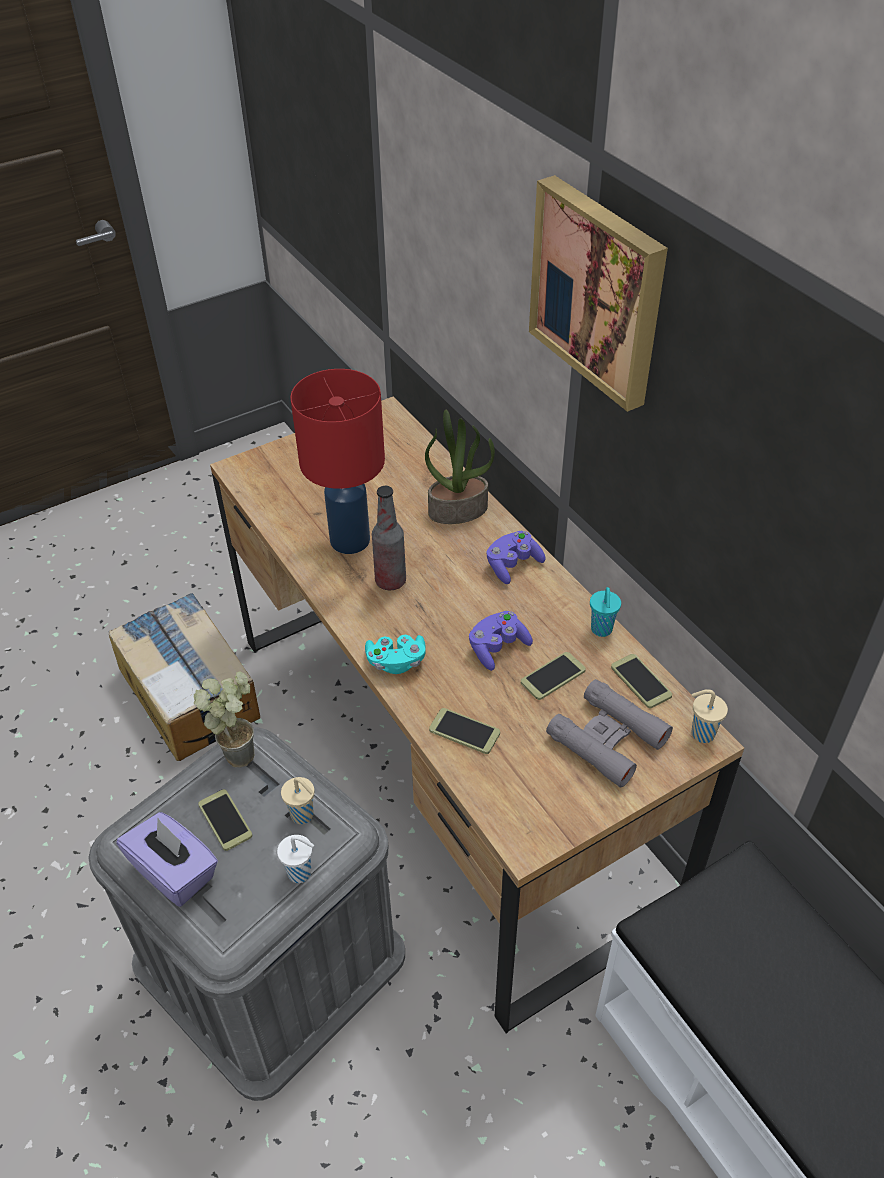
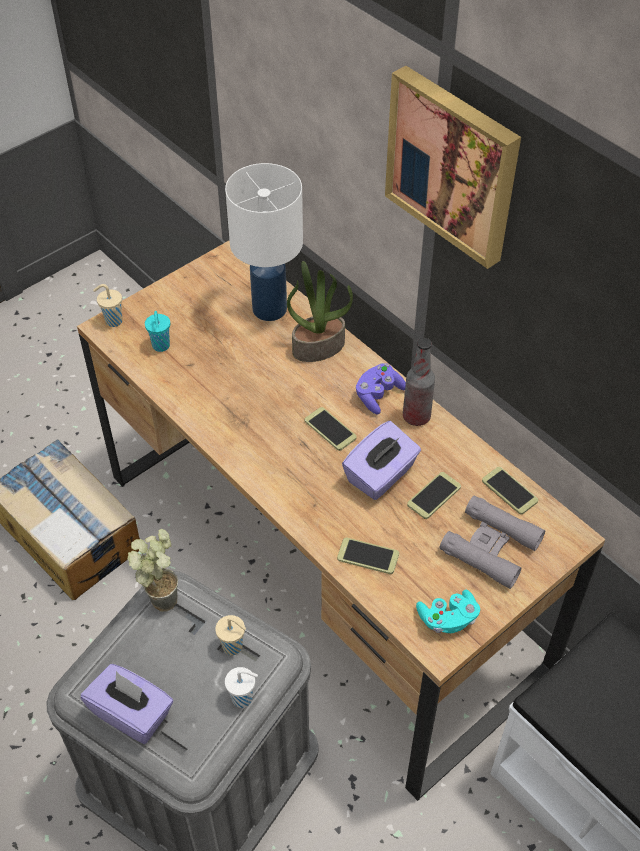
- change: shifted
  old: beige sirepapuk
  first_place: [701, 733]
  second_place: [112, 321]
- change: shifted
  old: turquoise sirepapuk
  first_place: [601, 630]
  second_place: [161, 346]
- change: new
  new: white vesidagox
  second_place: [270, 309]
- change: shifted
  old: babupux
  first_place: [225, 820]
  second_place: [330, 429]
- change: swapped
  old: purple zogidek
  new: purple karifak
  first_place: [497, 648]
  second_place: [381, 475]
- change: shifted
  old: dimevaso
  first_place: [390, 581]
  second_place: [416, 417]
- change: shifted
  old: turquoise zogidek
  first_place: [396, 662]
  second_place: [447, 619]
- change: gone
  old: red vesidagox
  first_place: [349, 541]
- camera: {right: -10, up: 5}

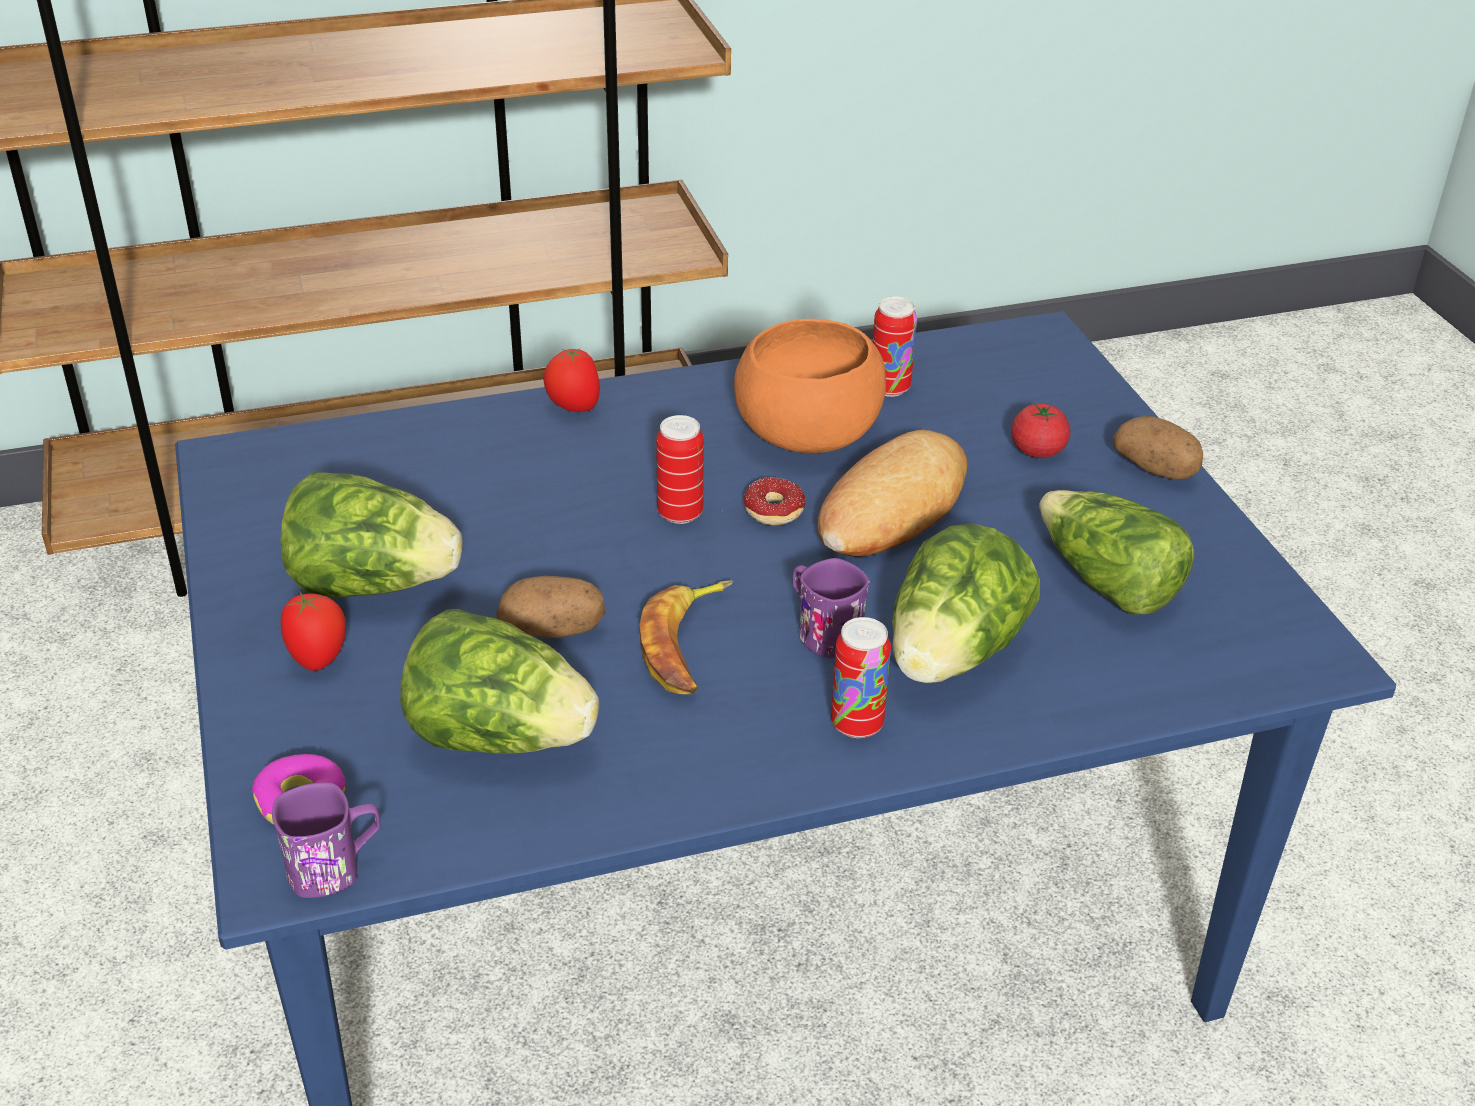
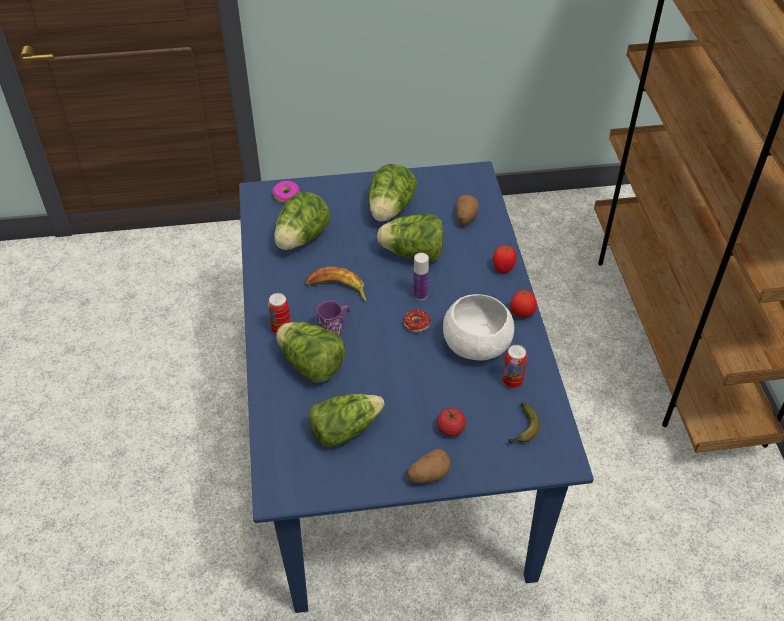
- change: new
  new: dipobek
  second_place: [413, 254]
- change: swapped
  old: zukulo
  new: dimevaso
  first_place: [680, 513]
  second_place: [420, 295]
- change: repainted
  old: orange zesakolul
  new: white zesakolul
  first_place: [806, 430]
  second_place: [477, 344]
- change: shifted
  old: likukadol
  first_place: [553, 630]
  second_place: [465, 217]
- change: new
  new: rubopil
  second_place: [523, 429]
- change: shifted
  old: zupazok
  first_place: [319, 659]
  second_place: [522, 314]
- change: gone
  old: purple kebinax
  first_place: [336, 868]
- change: gone
  old: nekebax
  first_place: [892, 507]
- camera: {right: 100, up: 10}

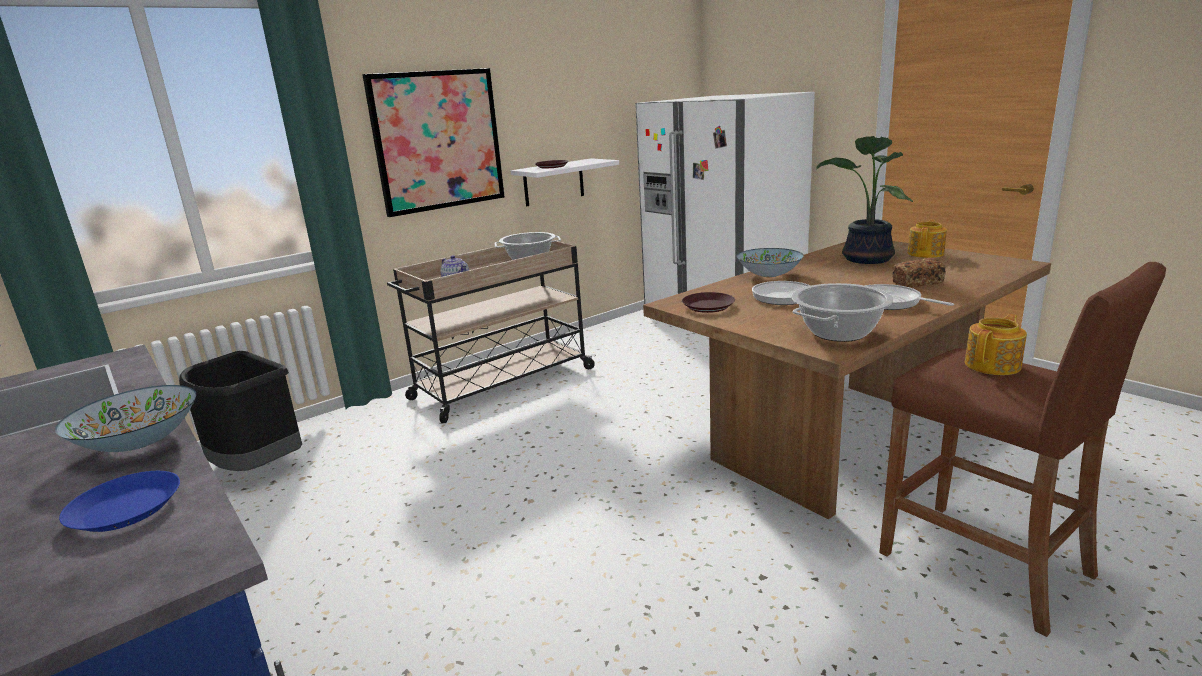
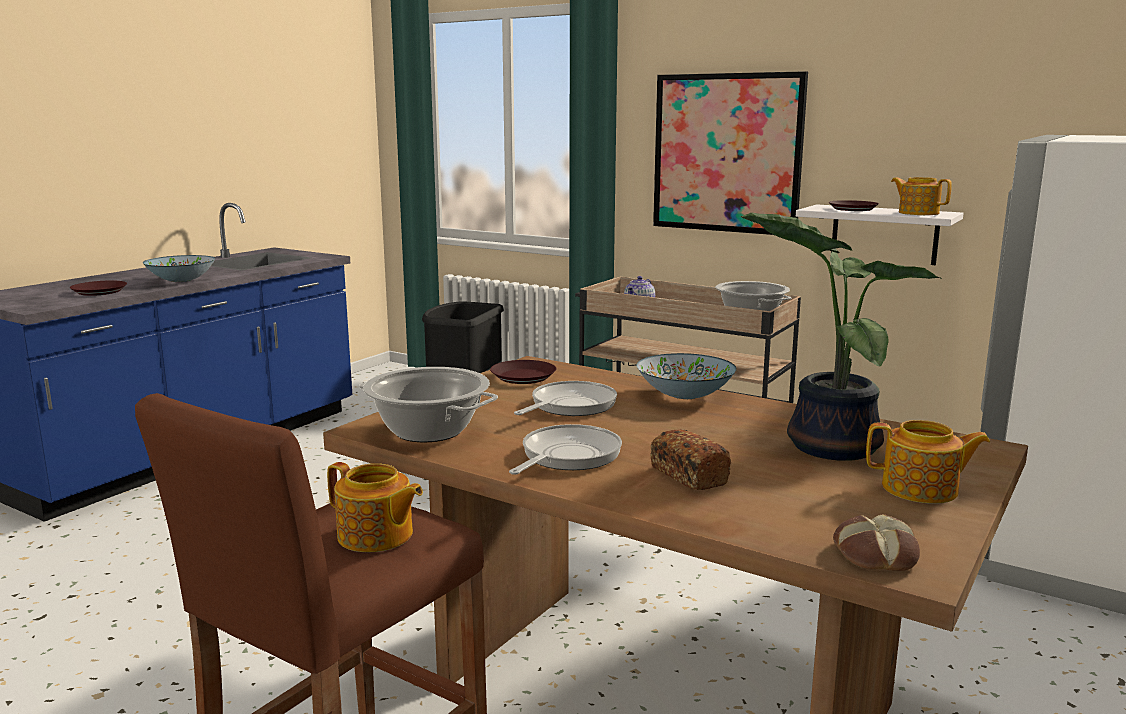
- change: repainted
  old: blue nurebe
  new: brown nurebe
  first_place: [126, 509]
  second_place: [100, 292]
- change: new
  new: nekebax
  second_place: [874, 554]
- change: new
  new: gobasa
  second_place: [918, 213]
- camera: {right: 70, up: -5}

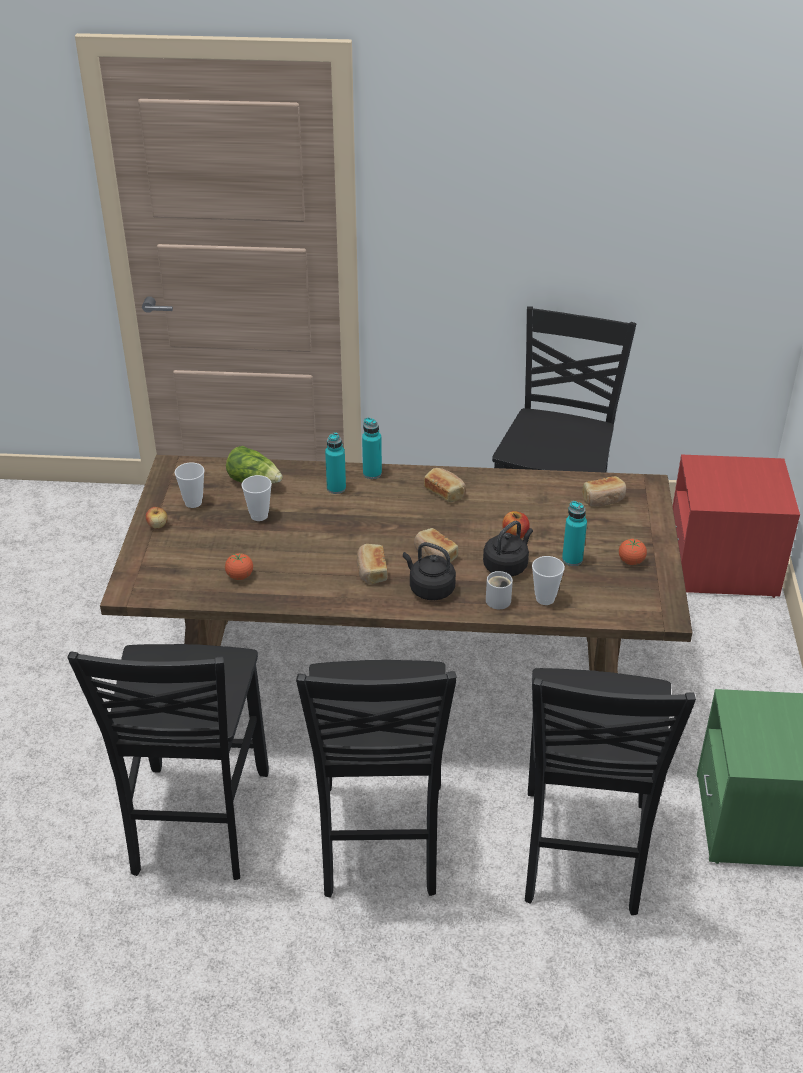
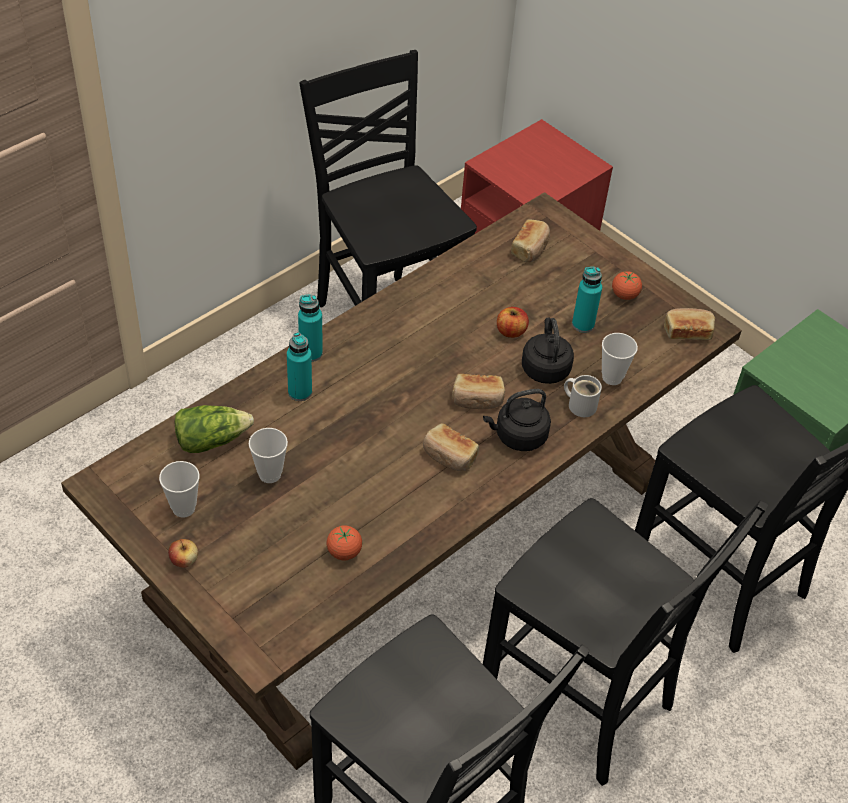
- change: shifted
  old: nekebax
  first_place: [445, 492]
  second_place: [687, 331]
- camera: {right: -50, up: 10}

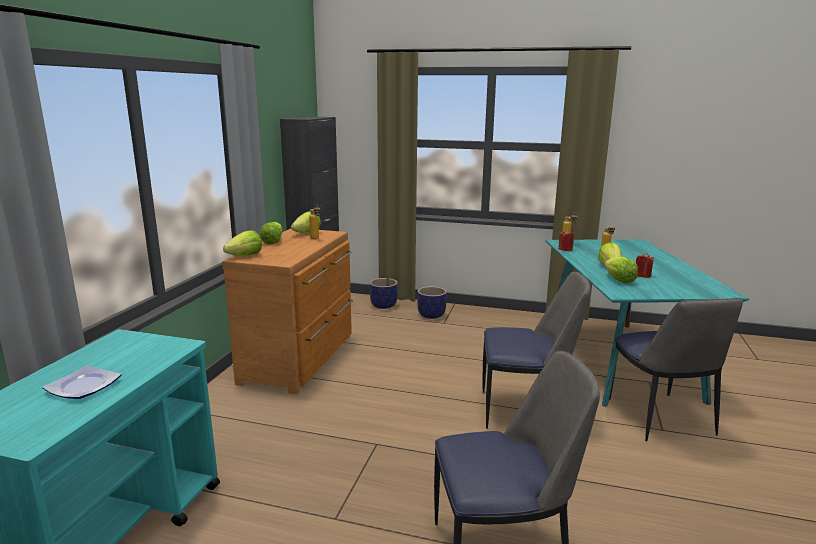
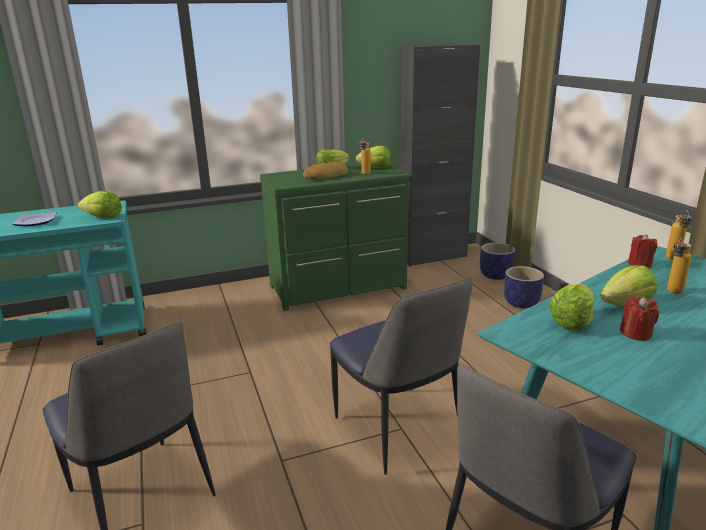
- change: shifted
  old: dipobek
  first_place: [245, 256]
  second_place: [103, 217]
- change: repainted
  old: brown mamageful
  new: green mamageful
  first_place: [301, 358]
  second_place: [339, 288]
- change: new
  new: nekebax
  second_place: [325, 176]
- camera: {right: 55, up: 5}

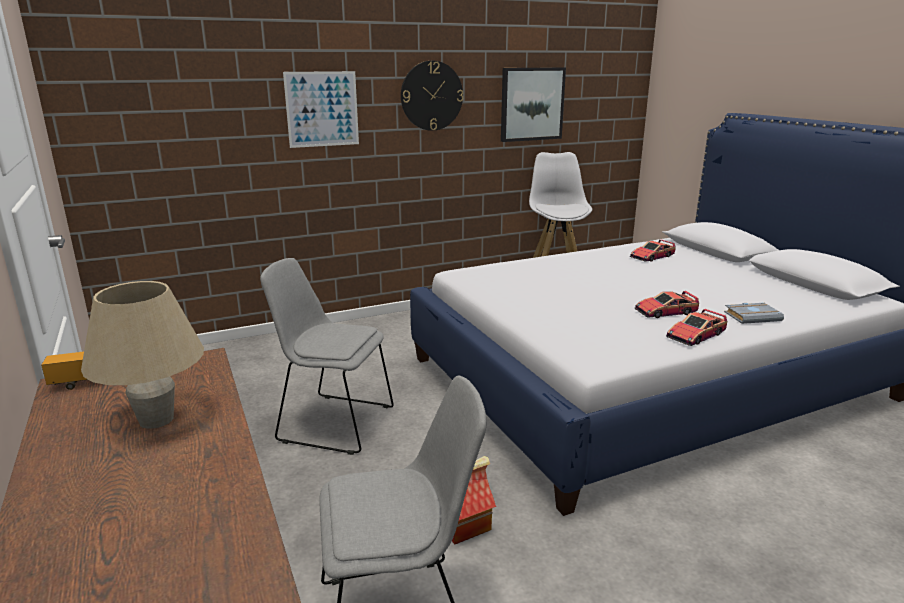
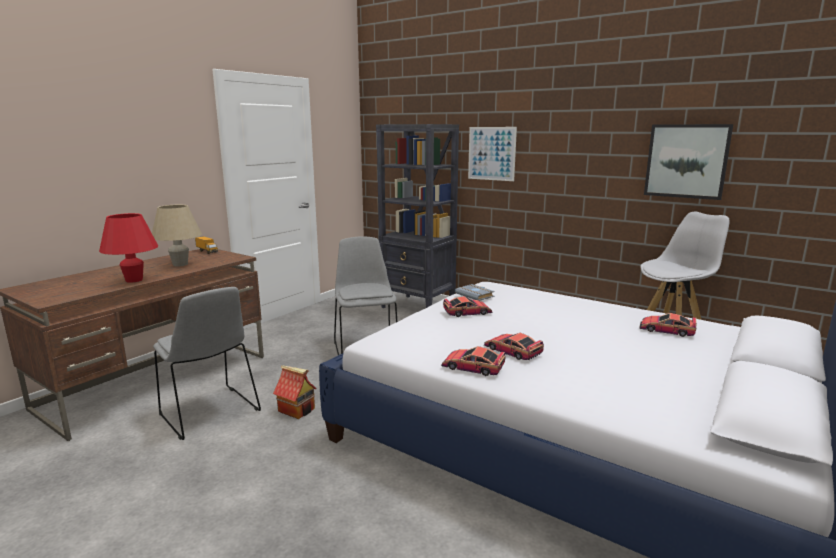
- change: new
  new: red vesidagox
  second_place: [134, 280]
- change: new
  new: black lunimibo
  second_place: [418, 307]
- change: new
  new: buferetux
  second_place: [467, 312]
- change: shifted
  old: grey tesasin
  first_place: [752, 316]
  second_place: [476, 295]
- change: gone
  old: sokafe
  first_place: [431, 96]
- camera: {right: 60, up: -5}

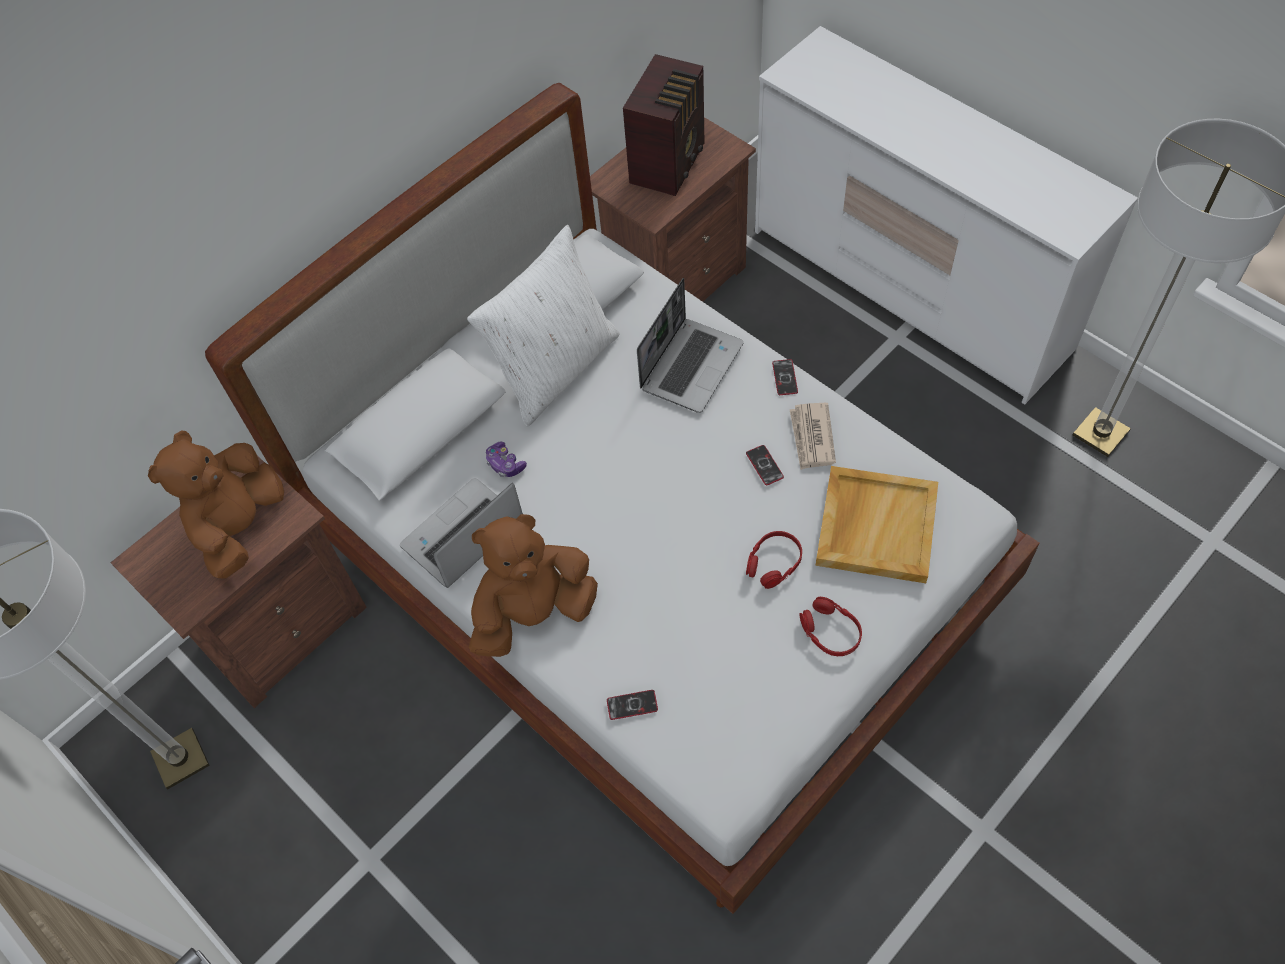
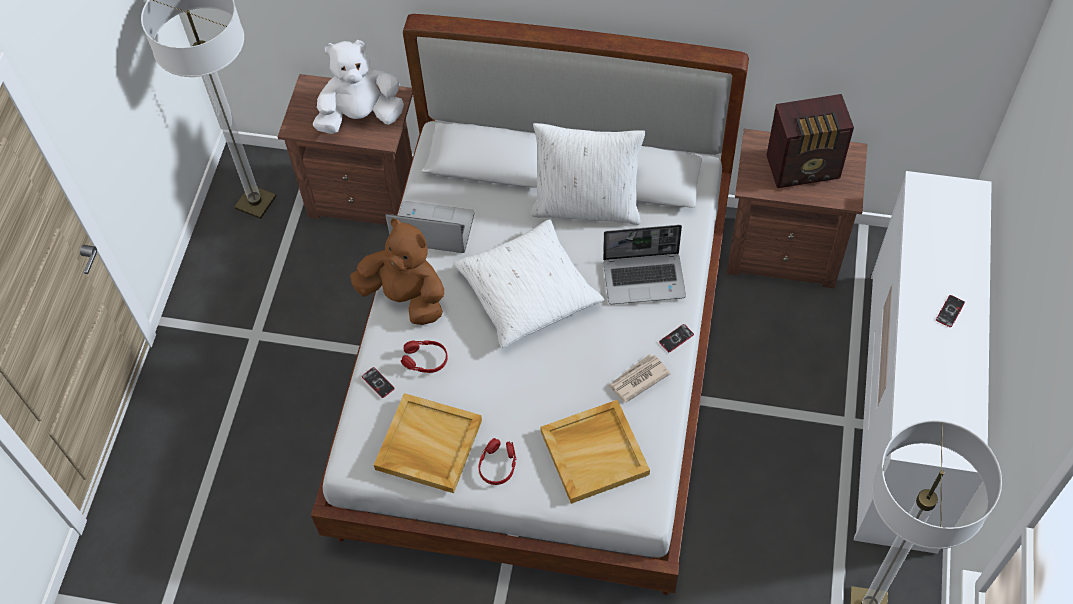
- change: repainted
  old: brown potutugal
  new: white potutugal
  first_place: [240, 526]
  second_place: [360, 117]
- change: new
  new: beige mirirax
  second_place: [427, 445]
- change: shifted
  old: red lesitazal
  first_place: [773, 563]
  second_place: [425, 360]
- change: new
  new: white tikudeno
  second_place: [528, 291]
- change: shifted
  old: babupux
  first_place: [764, 465]
  second_place: [950, 311]
- change: gone
  old: zogidek
  first_place: [505, 464]
- camera: {right: 55, up: 0}

